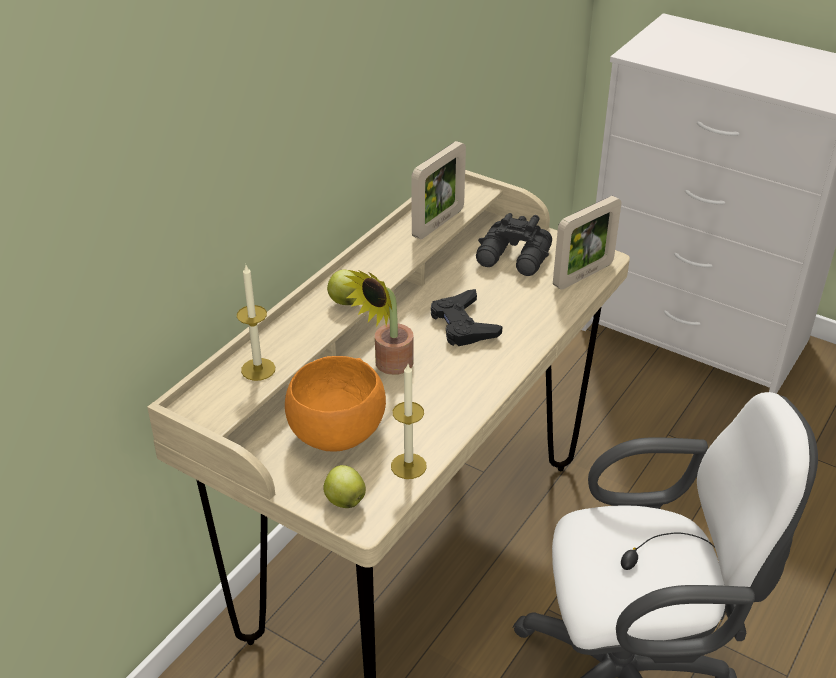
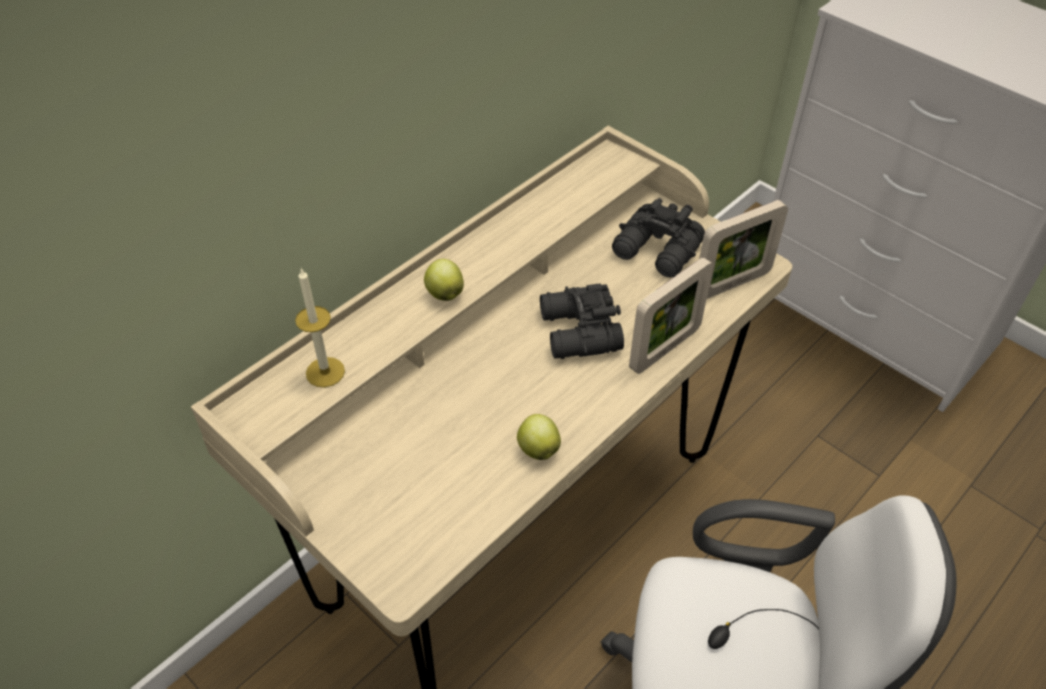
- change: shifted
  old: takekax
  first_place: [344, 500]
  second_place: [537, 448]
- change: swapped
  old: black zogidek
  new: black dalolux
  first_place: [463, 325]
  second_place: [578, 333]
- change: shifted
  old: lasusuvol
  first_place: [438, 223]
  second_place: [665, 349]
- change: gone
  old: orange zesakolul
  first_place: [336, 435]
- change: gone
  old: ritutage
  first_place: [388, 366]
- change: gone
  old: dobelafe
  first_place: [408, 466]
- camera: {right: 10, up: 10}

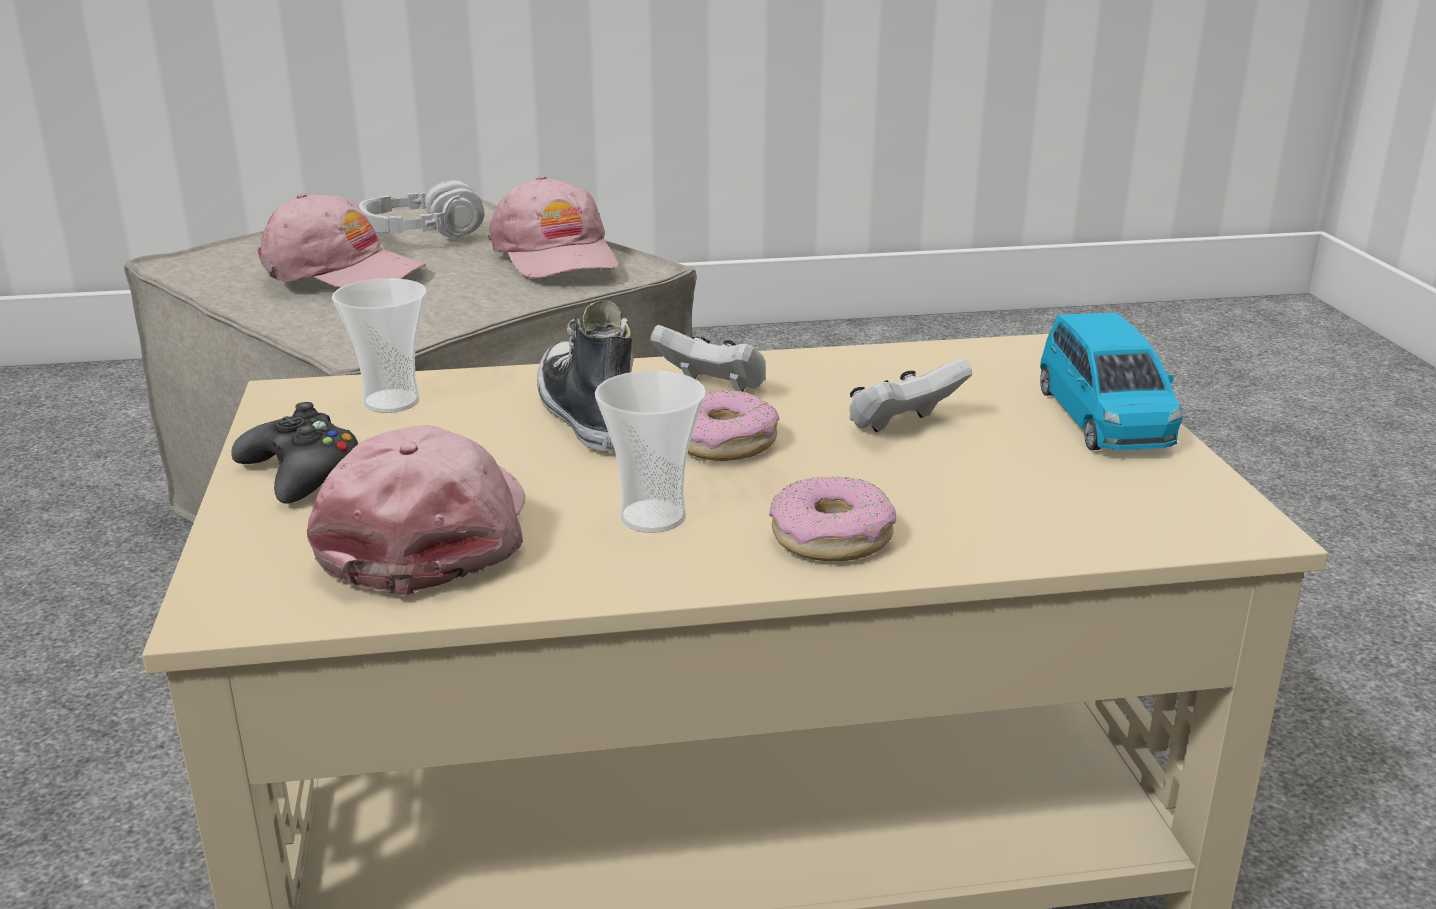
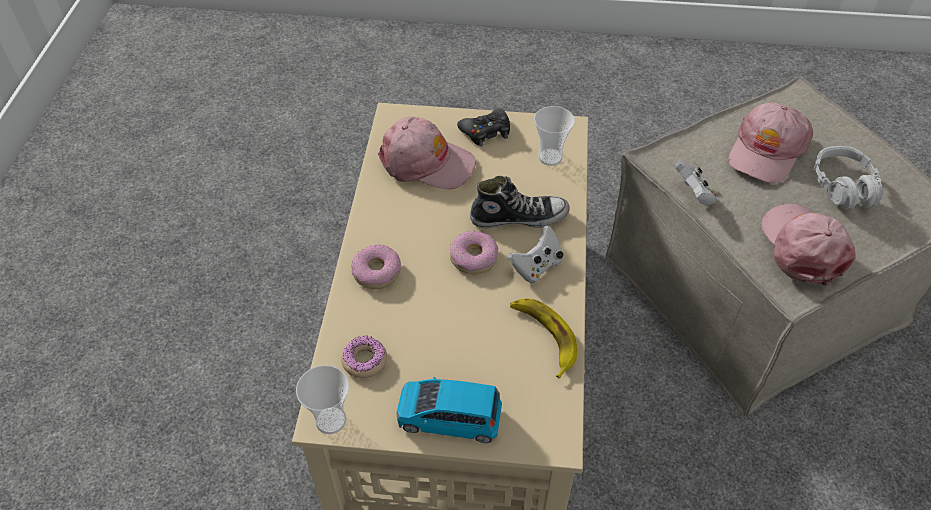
- change: shifted
  old: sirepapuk
  first_place: [653, 517]
  second_place: [330, 420]
- change: new
  new: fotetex
  second_place: [364, 361]
- change: new
  new: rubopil
  second_place: [544, 336]
- change: shifted
  old: white zogidek
  first_place: [903, 426]
  second_place: [693, 194]
- change: rotated
  old: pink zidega
  first_place: [556, 255]
  second_place: [803, 247]
  degrees: 90
- camera: {right: 105, up: 25}

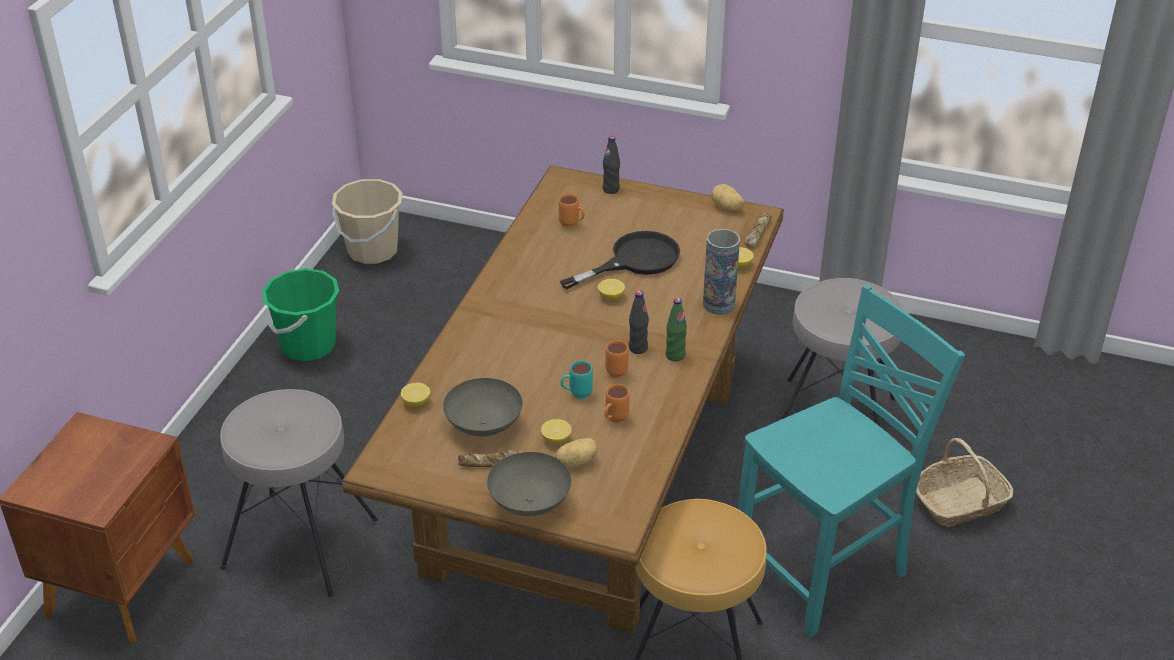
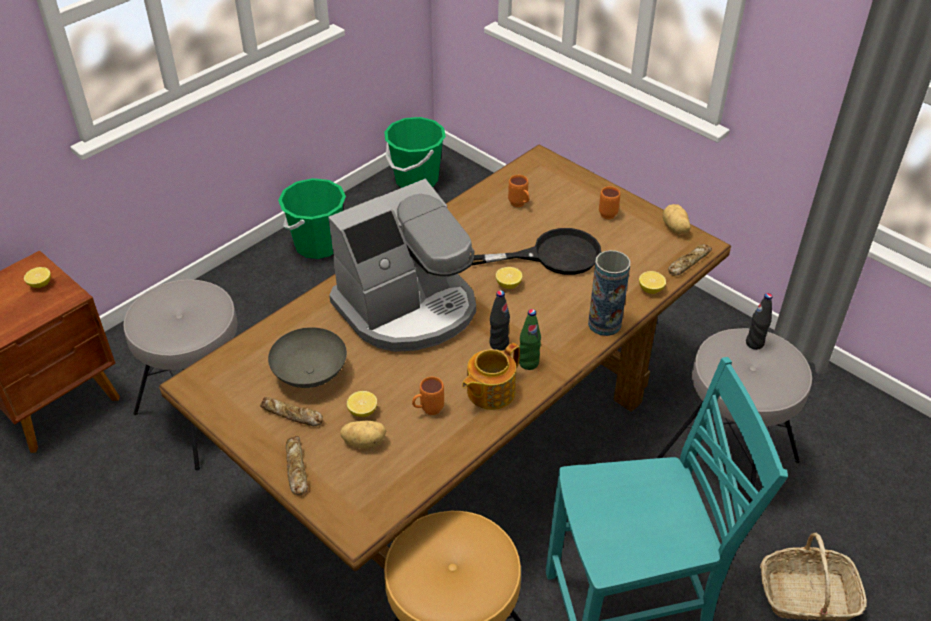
- change: shifted
  old: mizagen
  first_place: [416, 402]
  second_place: [40, 284]
- change: swapped
  old: grey zesakolul
  new: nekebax
  first_place: [530, 503]
  second_place: [296, 469]
- change: new
  new: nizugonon
  second_place: [408, 308]
- change: repainted
  old: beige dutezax
  new: green dutezax
  first_place: [372, 250]
  second_place: [416, 179]
- change: new
  new: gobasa
  second_place: [489, 391]
- change: shifted
  old: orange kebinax
  first_place: [615, 370]
  second_place: [608, 213]
- change: shifted
  old: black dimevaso
  first_place: [611, 189]
  second_place: [754, 343]
- change: gone
  old: turquoise kebinax
  first_place: [576, 395]
- camera: {right: 25, up: 5}

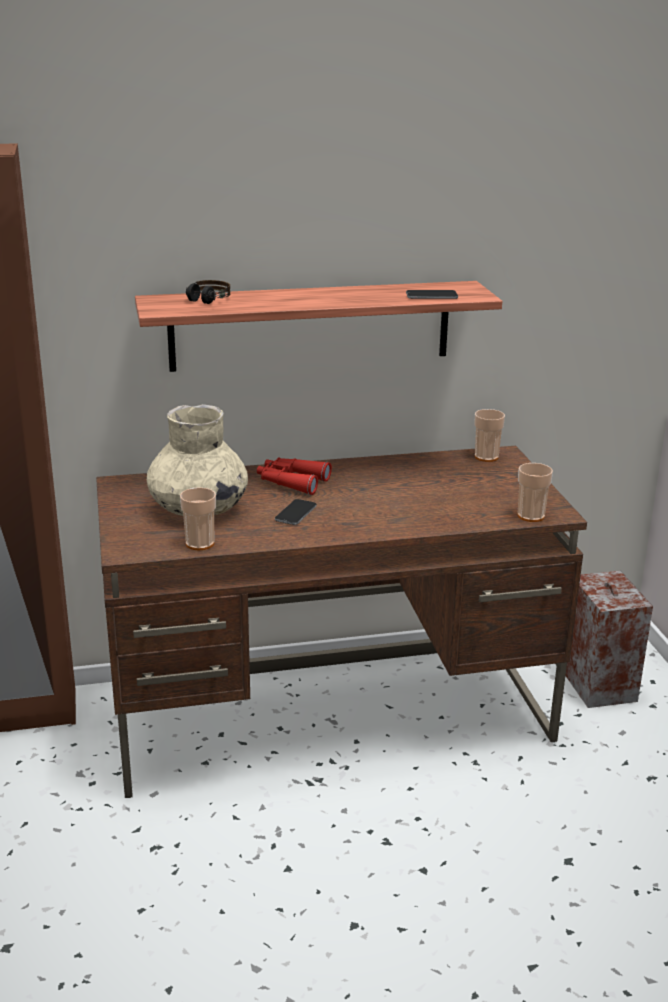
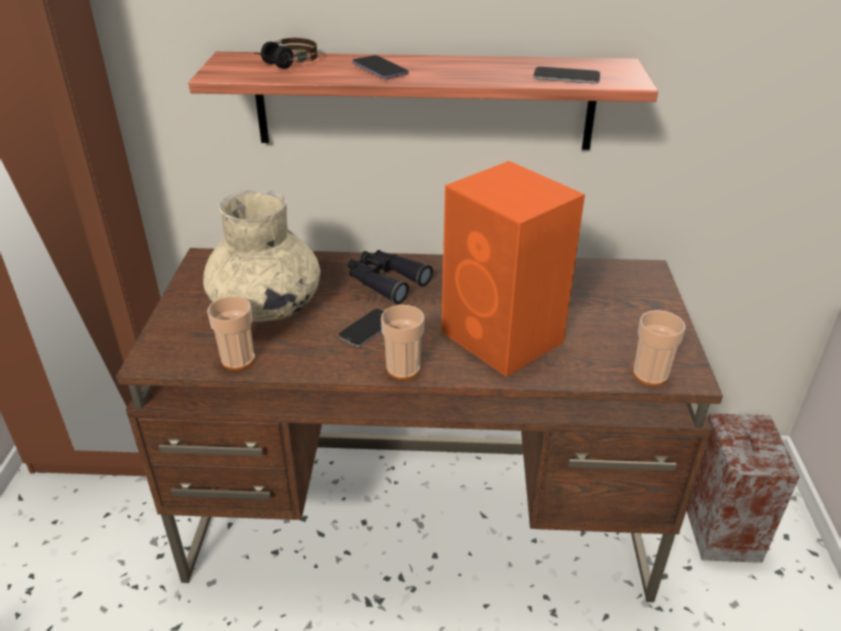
- change: repainted
  old: red dalolux
  new: black dalolux
  first_place: [291, 482]
  second_place: [385, 281]
- change: new
  new: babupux
  second_place: [380, 69]
- change: shifted
  old: sirepapuk
  first_place: [486, 457]
  second_place: [403, 369]
- change: new
  new: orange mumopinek
  second_place: [504, 338]
- camera: {right: 15, up: 10}

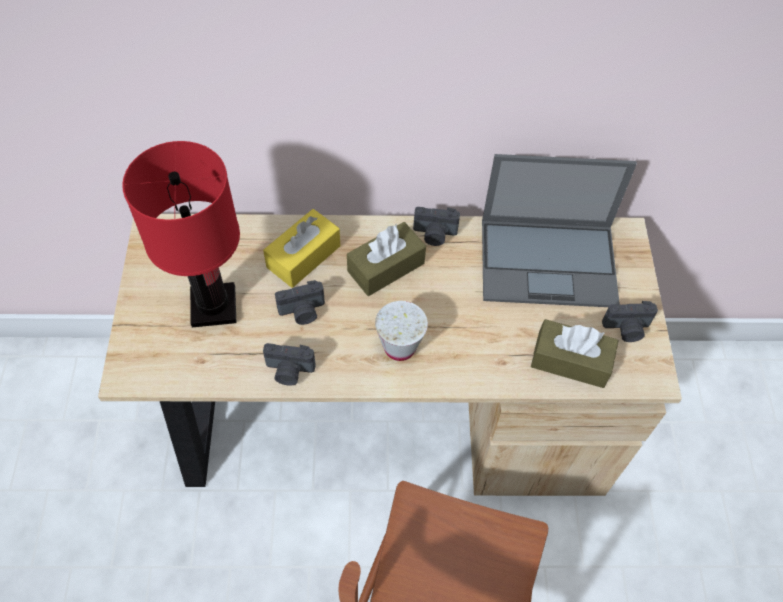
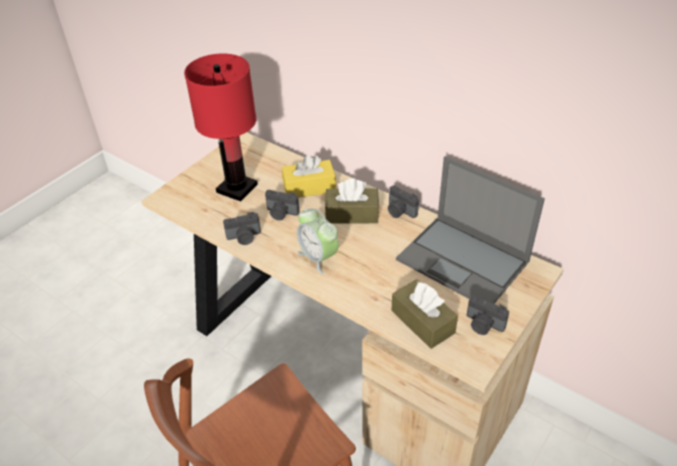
- change: rotated
  old: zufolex
  first_place: [289, 371]
  second_place: [244, 237]
  degrees: -60
- change: swapped
  old: white sirepapuk
  new: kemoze
  first_place: [399, 347]
  second_place: [318, 257]
- camera: {right: 40, up: -15}

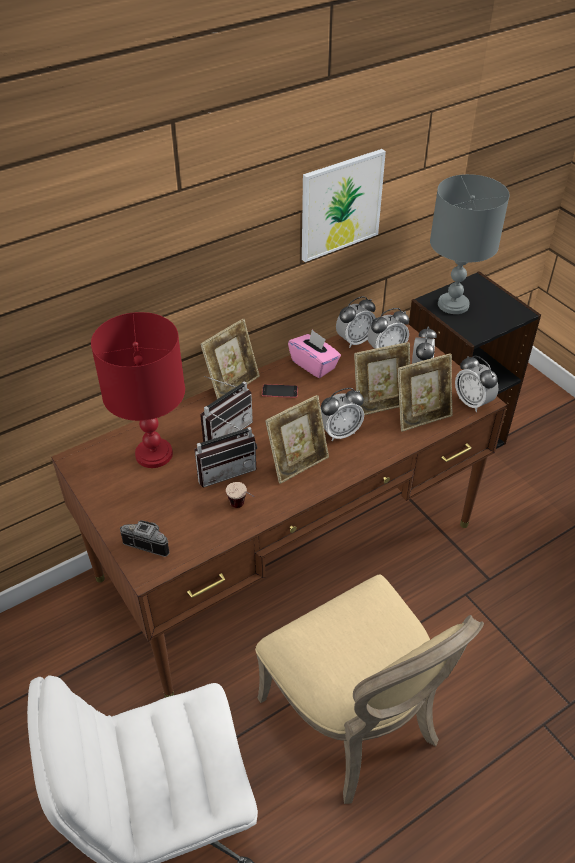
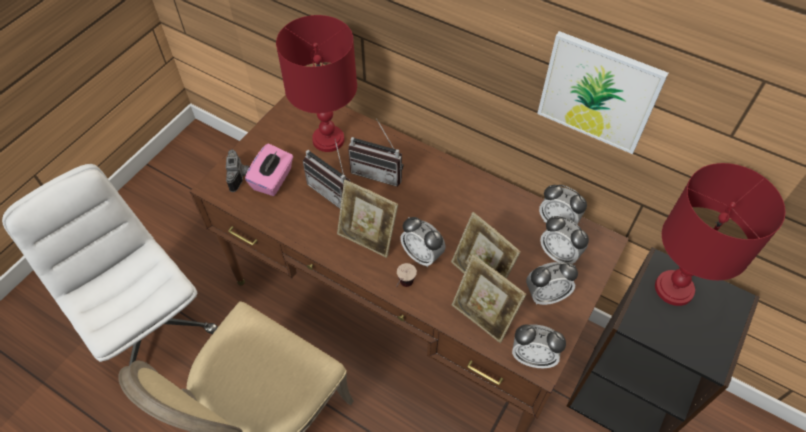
- change: shifted
  old: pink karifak
  first_place: [314, 365]
  second_place: [273, 180]
- change: shifted
  old: sirepapuk
  first_place: [242, 508]
  second_place: [403, 288]
- change: rotated
  old: kemoze
  first_place: [472, 402]
  second_place: [532, 357]
  degrees: -105
- change: repainted
  old: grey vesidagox
  new: red vesidagox
  first_place: [453, 305]
  second_place: [673, 288]
- change: gone
  old: lasusuvol
  first_place: [232, 384]
- change: gone
  old: babupux
  first_place: [280, 391]
- camera: {right: 65, up: 10}

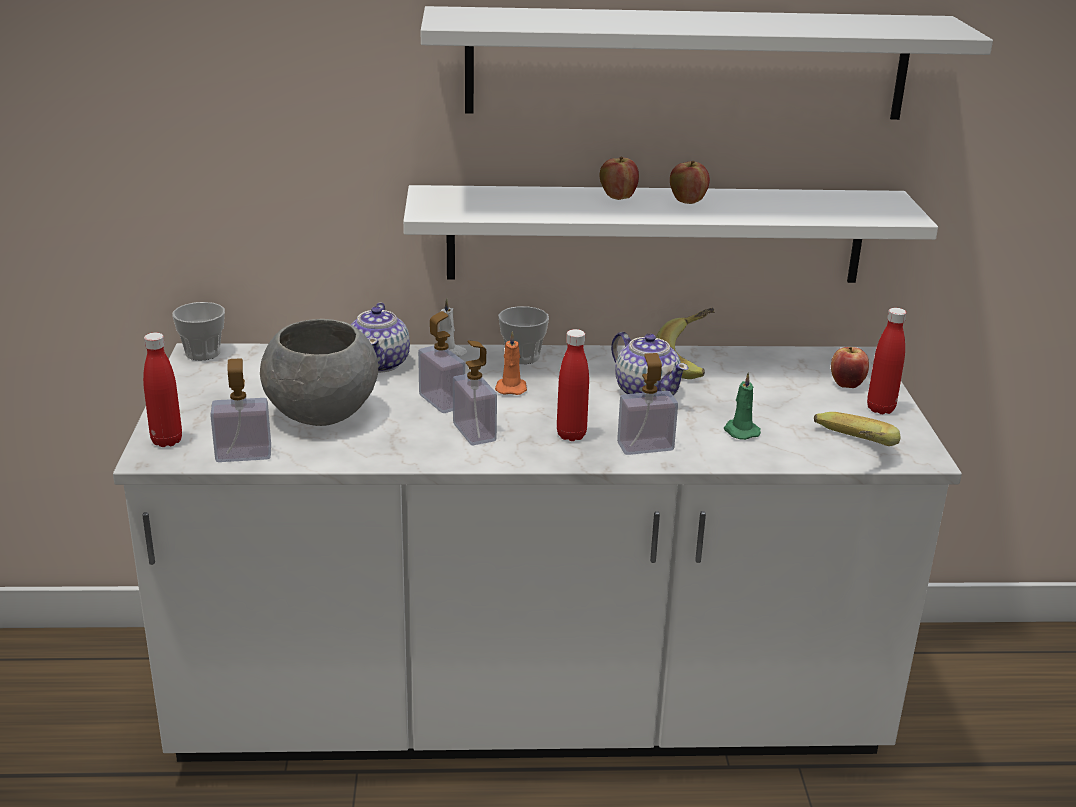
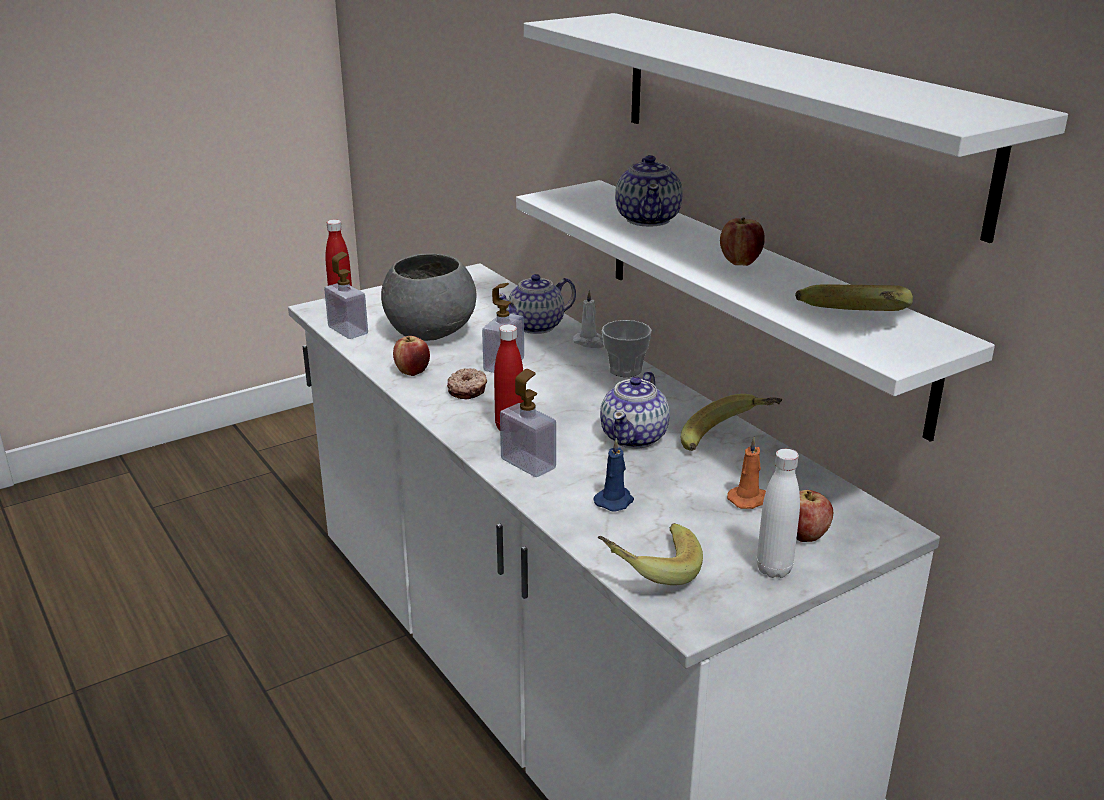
- change: shifted
  old: takekax
  first_place: [618, 197]
  second_place: [412, 372]
- change: swapped
  old: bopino
  new: fotetex
  first_place: [474, 432]
  second_place: [468, 390]
- change: repainted
  old: green dobelafe
  new: blue dobelafe
  first_place: [740, 431]
  second_place: [615, 501]
- change: new
  new: gobasa
  second_place: [648, 219]
- change: shifted
  old: orange dobelafe
  first_place: [511, 388]
  second_place: [749, 499]
- change: repainted
  old: red dimevaso
  new: white dimevaso
  first_place: [880, 409]
  second_place: [774, 569]
- change: new
  new: rubopil
  second_place: [850, 324]
- change: gone
  old: sirepapuk
  first_place: [203, 353]
- camera: {right: 60, up: 0}

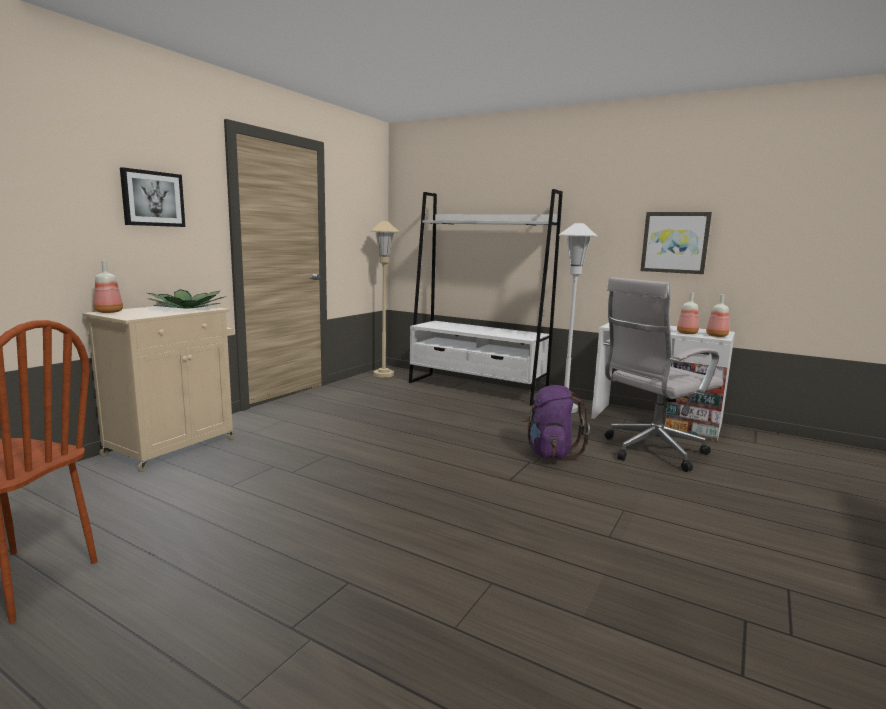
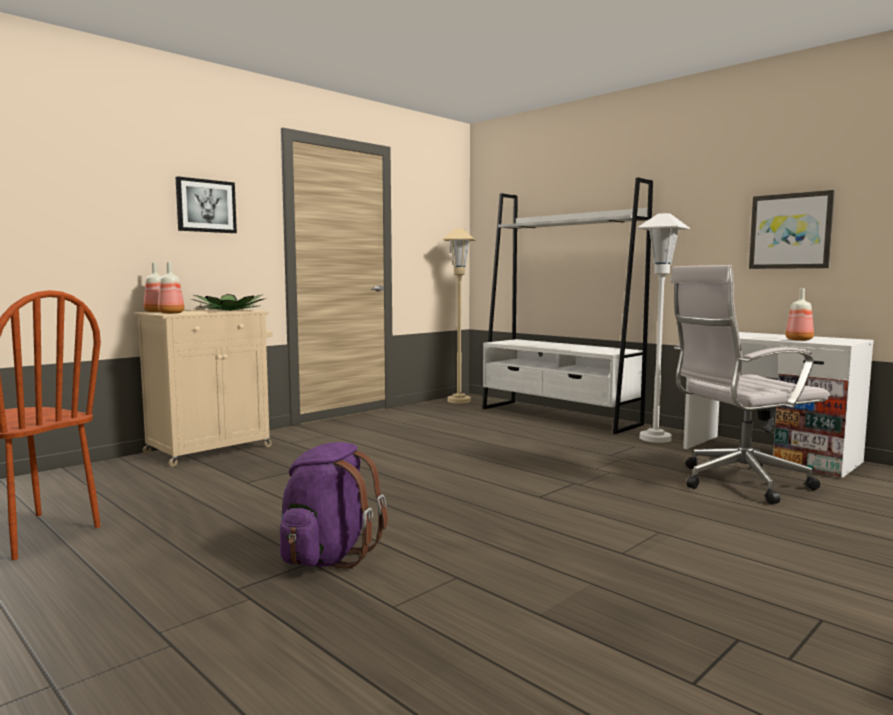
- change: shifted
  old: dimevaso
  first_place: [717, 336]
  second_place: [171, 313]
- change: shifted
  old: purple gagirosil
  first_place: [550, 453]
  second_place: [328, 556]
- camera: {right: 15, up: -5}

